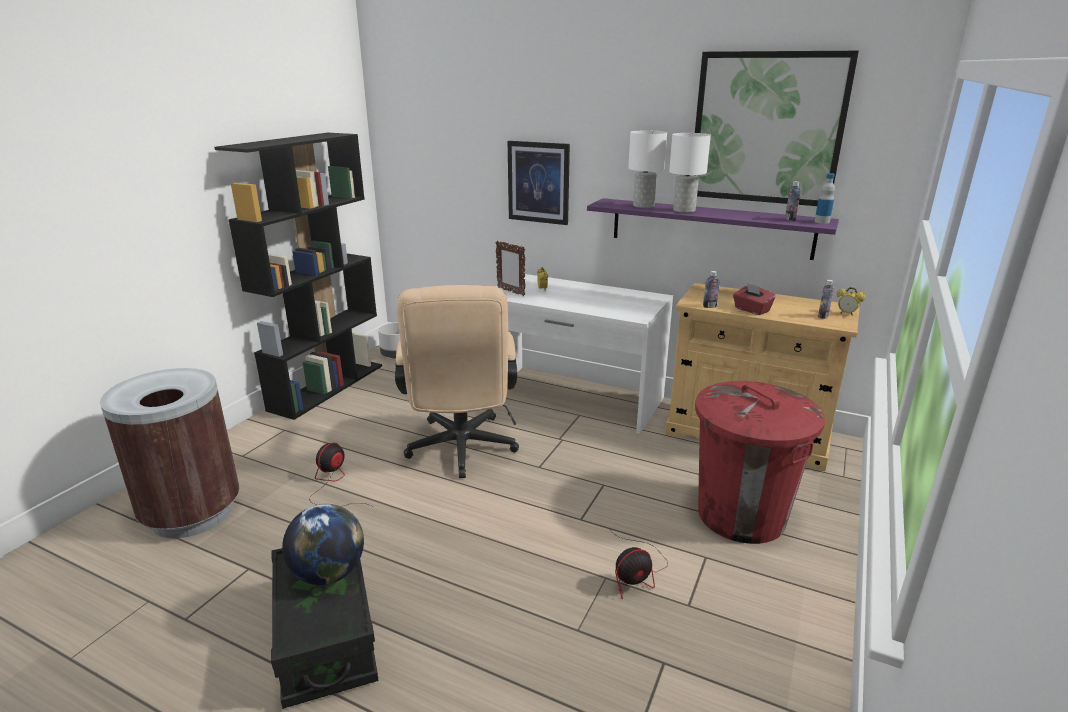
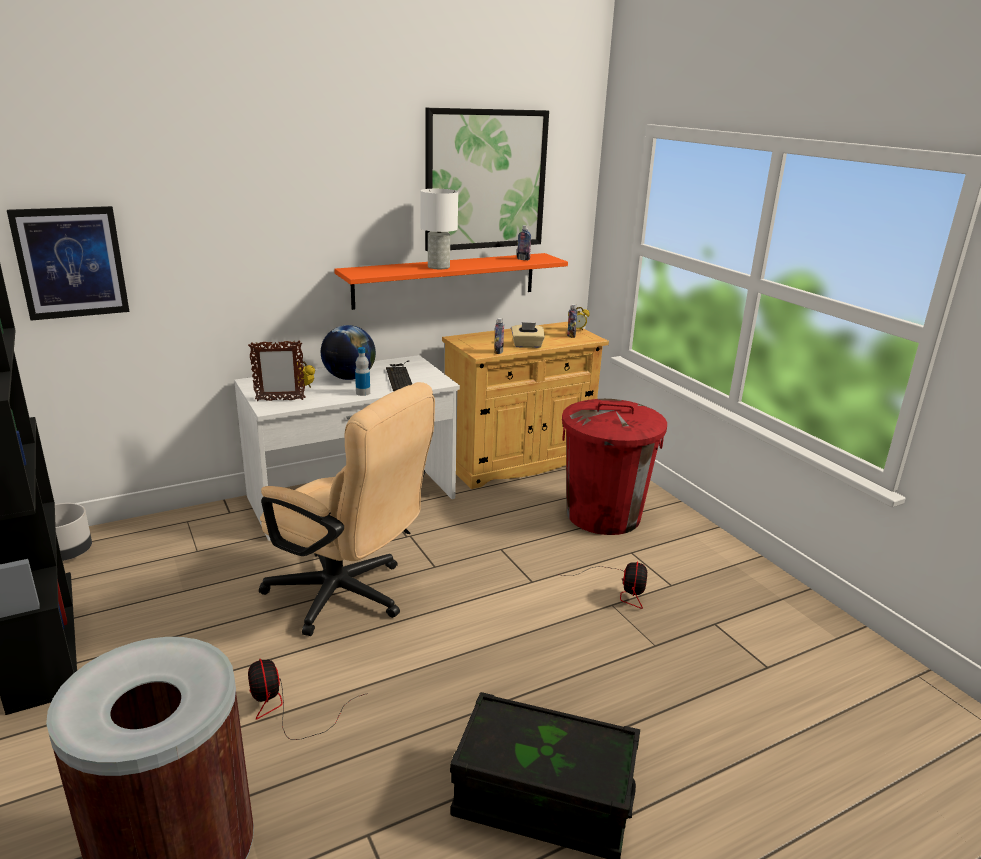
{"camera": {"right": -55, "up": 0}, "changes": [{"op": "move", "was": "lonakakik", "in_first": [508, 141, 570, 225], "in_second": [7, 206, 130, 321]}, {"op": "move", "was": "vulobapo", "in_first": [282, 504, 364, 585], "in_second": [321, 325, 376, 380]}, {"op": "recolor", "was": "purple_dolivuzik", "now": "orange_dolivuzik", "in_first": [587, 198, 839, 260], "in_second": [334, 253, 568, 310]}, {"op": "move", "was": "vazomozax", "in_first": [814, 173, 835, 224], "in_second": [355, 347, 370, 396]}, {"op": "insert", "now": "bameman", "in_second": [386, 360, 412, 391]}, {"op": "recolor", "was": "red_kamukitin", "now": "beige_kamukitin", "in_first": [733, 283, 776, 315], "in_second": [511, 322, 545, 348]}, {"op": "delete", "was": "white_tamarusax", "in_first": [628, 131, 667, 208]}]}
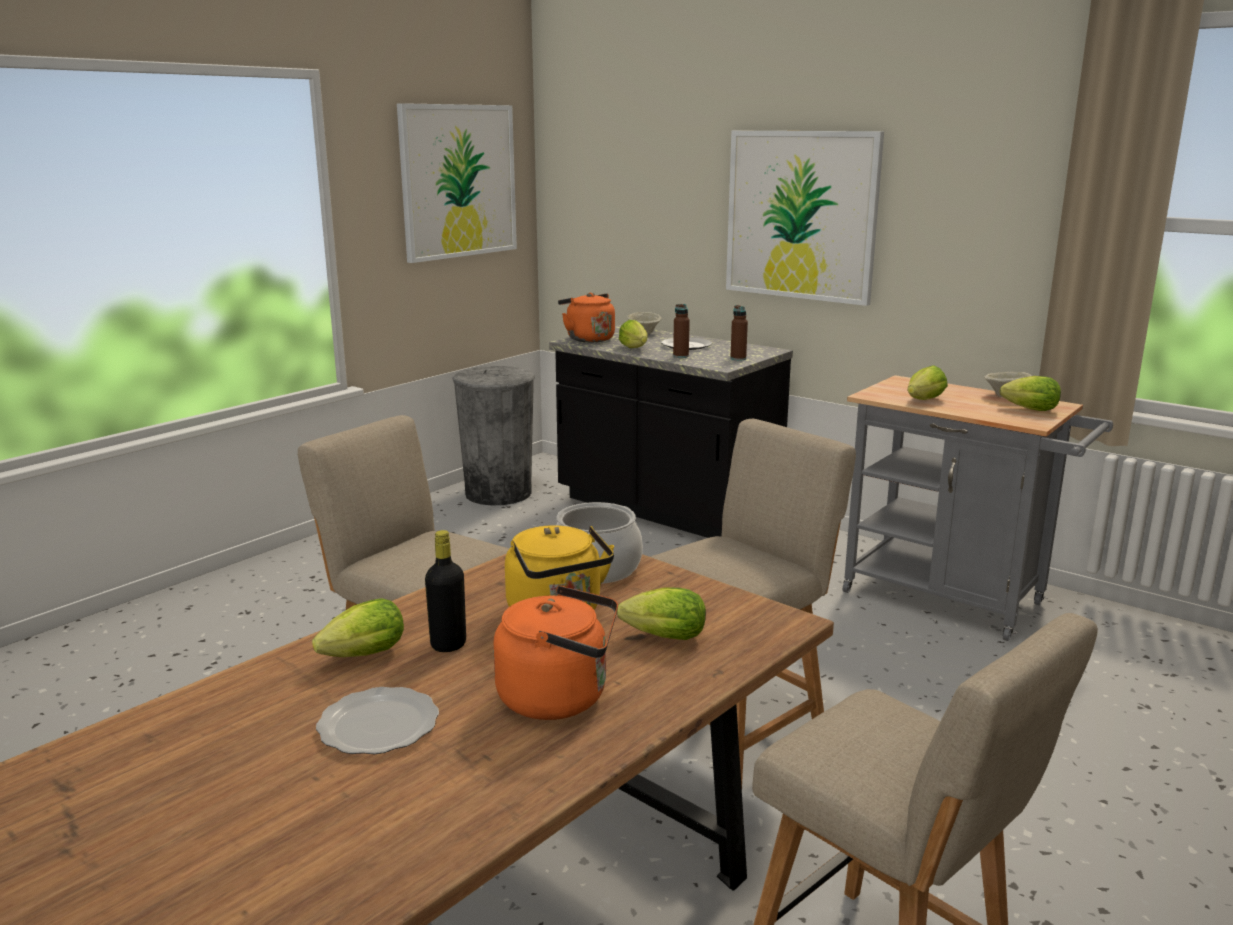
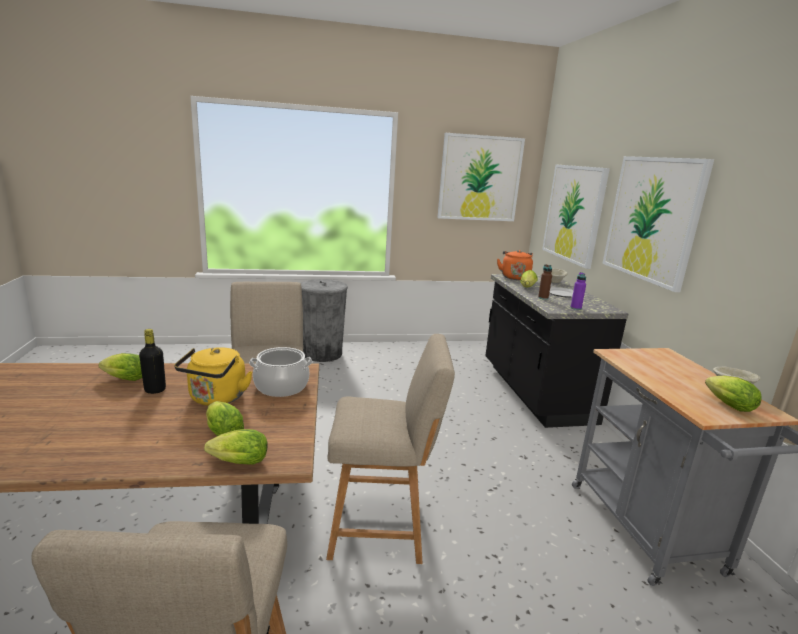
{"camera": {"right": 40, "up": 0}, "changes": [{"op": "move", "was": "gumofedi", "in_first": [907, 366, 948, 400], "in_second": [204, 429, 268, 465]}, {"op": "move", "was": "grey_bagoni", "in_first": [452, 366, 535, 505], "in_second": [301, 279, 348, 362]}, {"op": "insert", "now": "lonakakik", "in_second": [542, 165, 610, 269]}, {"op": "recolor", "was": "brown_vazomozax", "now": "purple_vazomozax", "in_first": [730, 305, 748, 361], "in_second": [570, 272, 586, 310]}, {"op": "delete", "was": "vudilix", "in_first": [316, 687, 439, 754]}, {"op": "delete", "was": "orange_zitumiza", "in_first": [493, 586, 618, 720]}]}
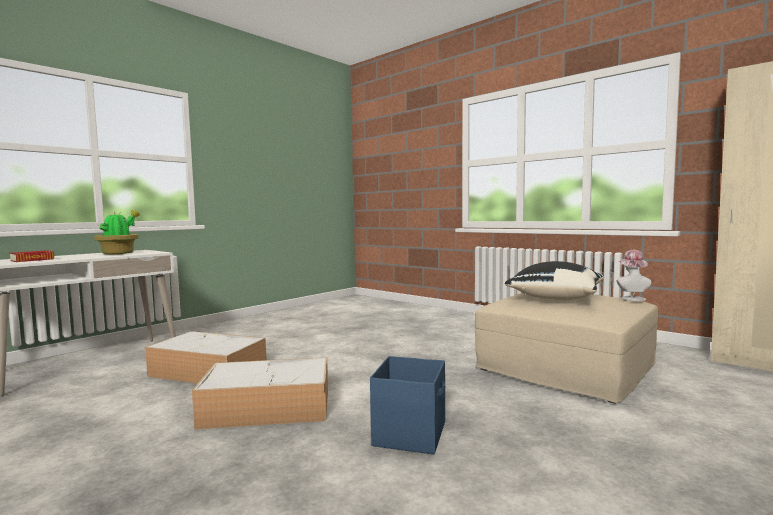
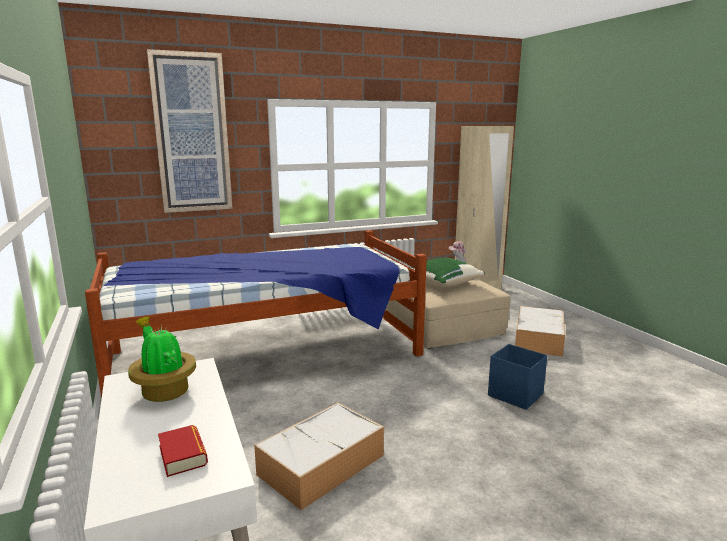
{"camera": {"right": -65, "up": 10}, "changes": [{"op": "insert", "now": "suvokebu", "in_second": [85, 230, 427, 399]}, {"op": "insert", "now": "lonakakik", "in_second": [147, 49, 233, 213]}, {"op": "recolor", "was": "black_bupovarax", "now": "green_bupovarax", "in_first": [505, 261, 604, 300], "in_second": [409, 258, 485, 287]}, {"op": "move", "was": "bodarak", "in_first": [192, 357, 328, 429], "in_second": [515, 306, 565, 356]}]}
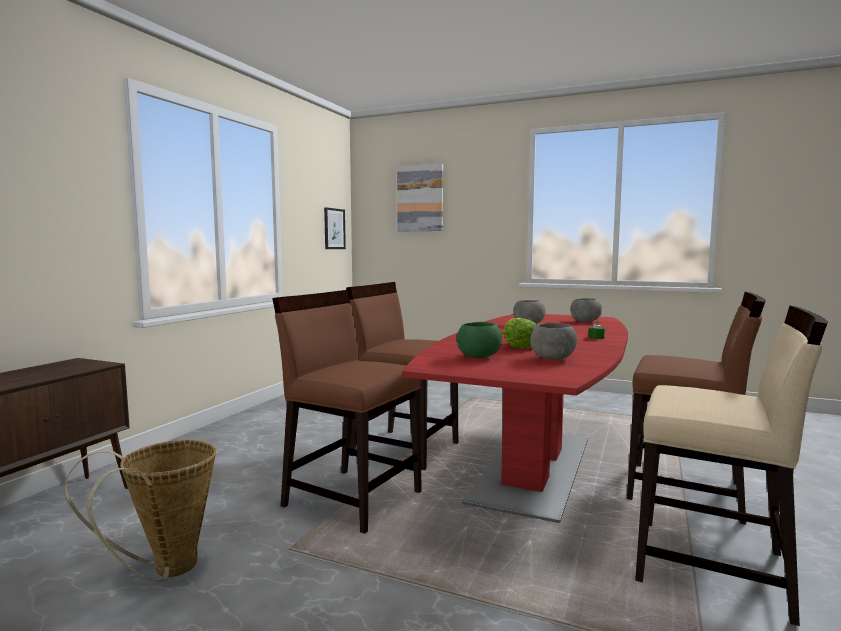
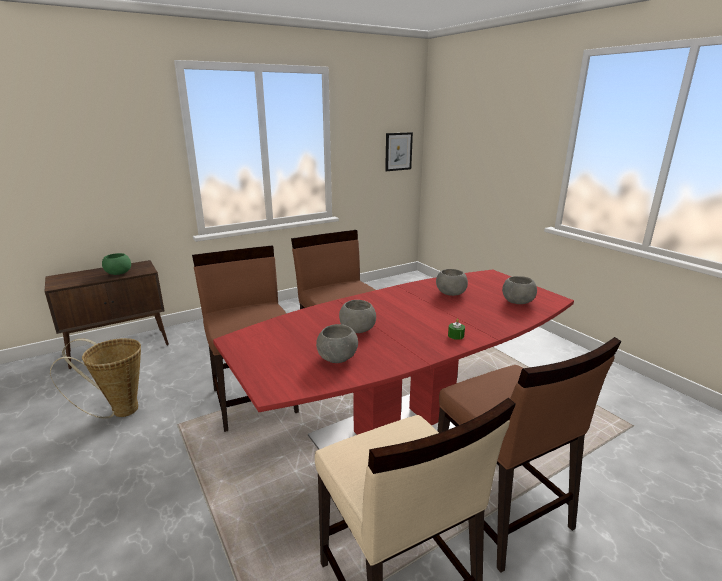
{"camera": {"right": 35, "up": 15}, "changes": [{"op": "move", "was": "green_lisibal", "in_first": [457, 322, 502, 358], "in_second": [102, 253, 131, 275]}, {"op": "replace", "was": "gumofedi", "now": "grey_lisibal", "in_first": [503, 318, 536, 348], "in_second": [339, 300, 376, 333]}, {"op": "delete", "was": "lonakakik", "in_first": [397, 164, 443, 232]}]}
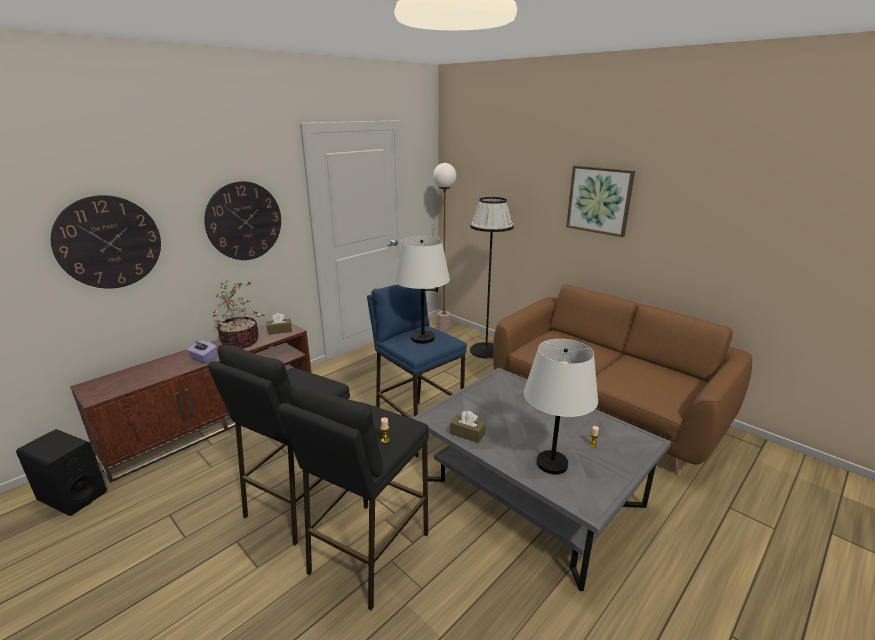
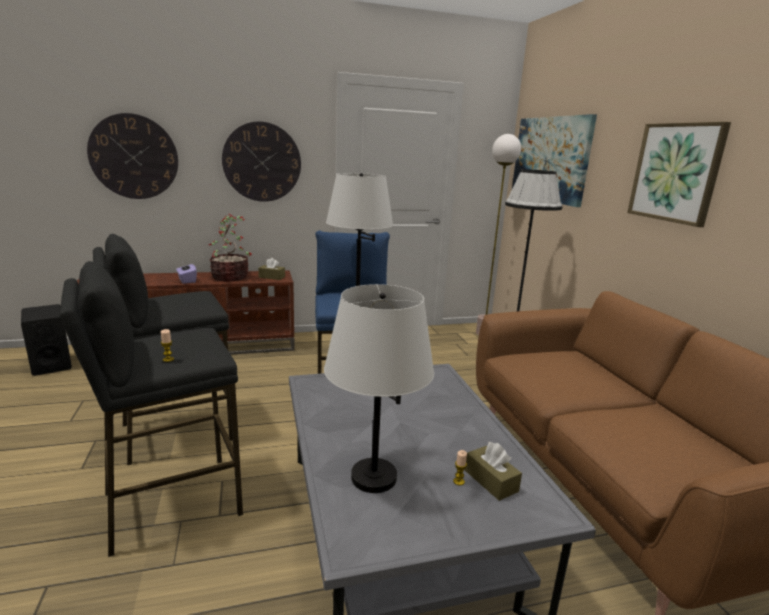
{"camera": {"right": 30, "up": -5}, "changes": [{"op": "move", "was": "brown_kamukitin", "in_first": [450, 411, 486, 443], "in_second": [465, 442, 522, 501]}, {"op": "insert", "now": "lonakakik", "in_second": [512, 114, 597, 207]}]}
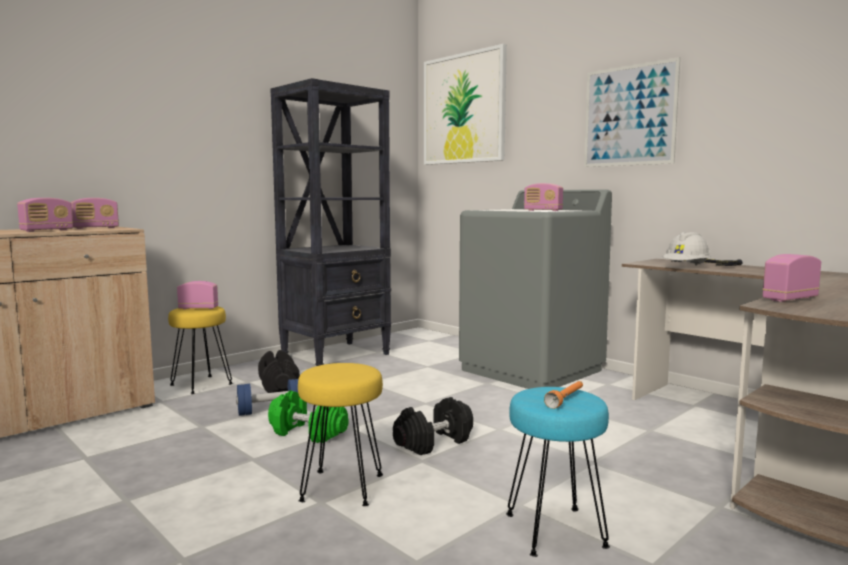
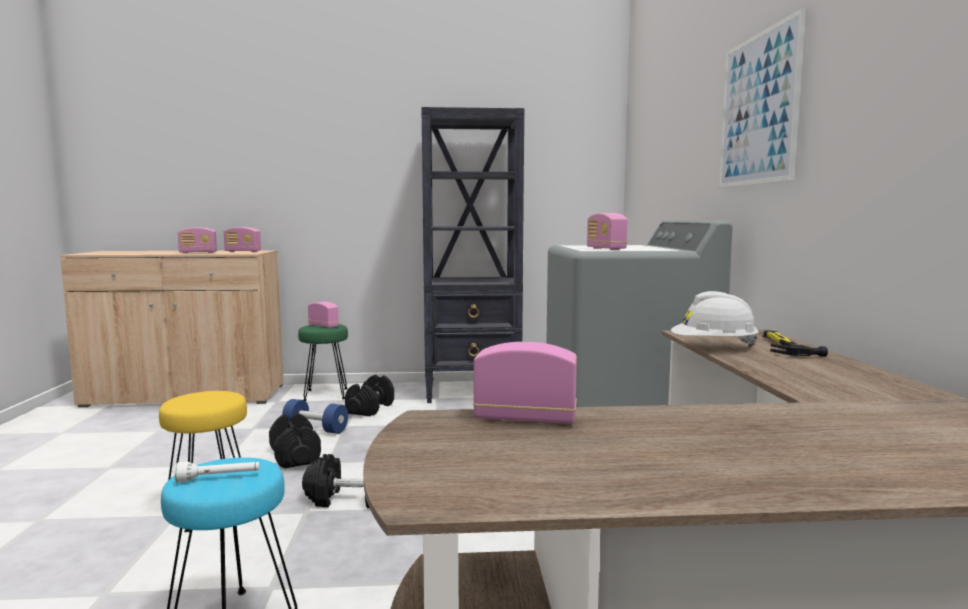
{"camera": {"right": 40, "up": 0}, "changes": [{"op": "recolor", "was": "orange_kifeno", "now": "white_kifeno", "in_first": [544, 381, 583, 409], "in_second": [174, 462, 260, 482]}, {"op": "recolor", "was": "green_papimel", "now": "black_papimel", "in_first": [268, 391, 349, 443], "in_second": [269, 413, 321, 469]}, {"op": "recolor", "was": "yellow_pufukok", "now": "green_pufukok", "in_first": [168, 306, 233, 394], "in_second": [298, 324, 348, 401]}, {"op": "delete", "was": "lonakakik", "in_first": [424, 44, 507, 165]}]}
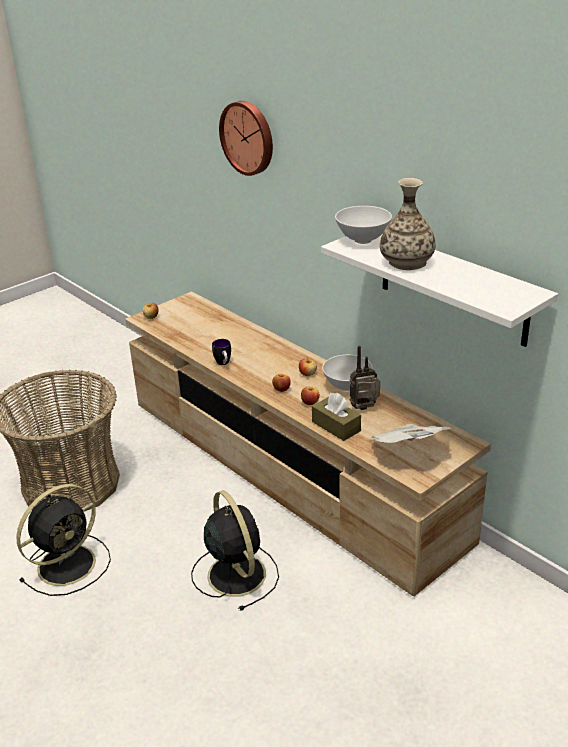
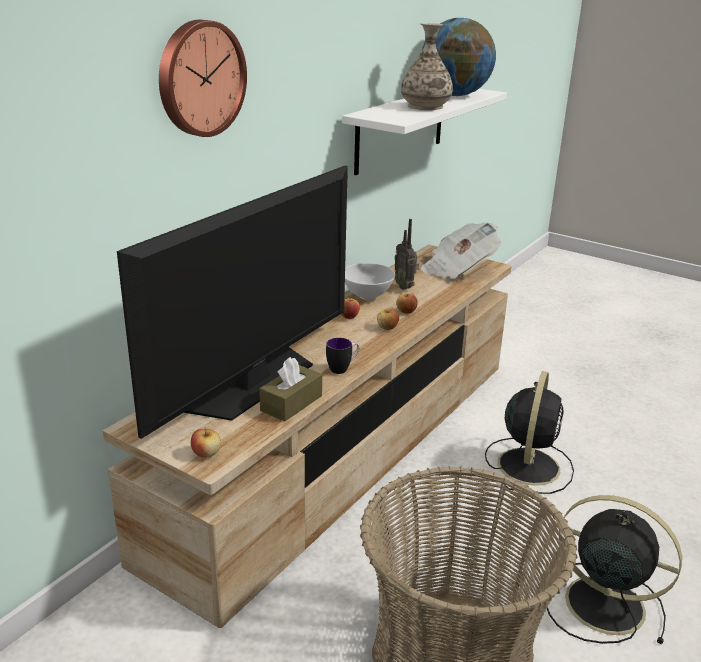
{"camera": {"right": -105, "up": -5}, "changes": [{"op": "insert", "now": "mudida", "in_second": [117, 166, 348, 439]}, {"op": "move", "was": "brown_kamukitin", "in_first": [312, 393, 361, 441], "in_second": [259, 357, 322, 422]}, {"op": "insert", "now": "vulobapo", "in_second": [422, 18, 496, 96]}, {"op": "rotate", "was": "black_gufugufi", "in_first": [191, 490, 279, 611], "in_second": [485, 371, 574, 494], "clockwise": 150}, {"op": "delete", "was": "white_lisibal", "in_first": [335, 206, 392, 244]}]}
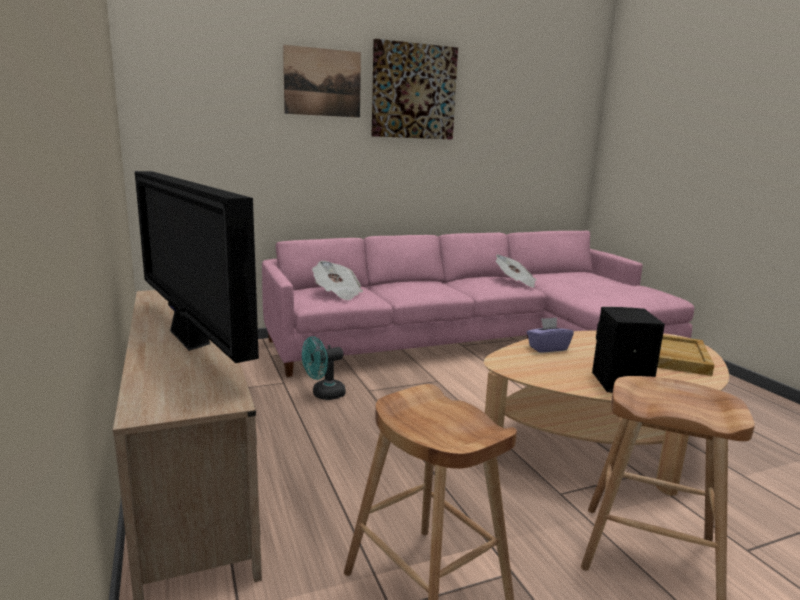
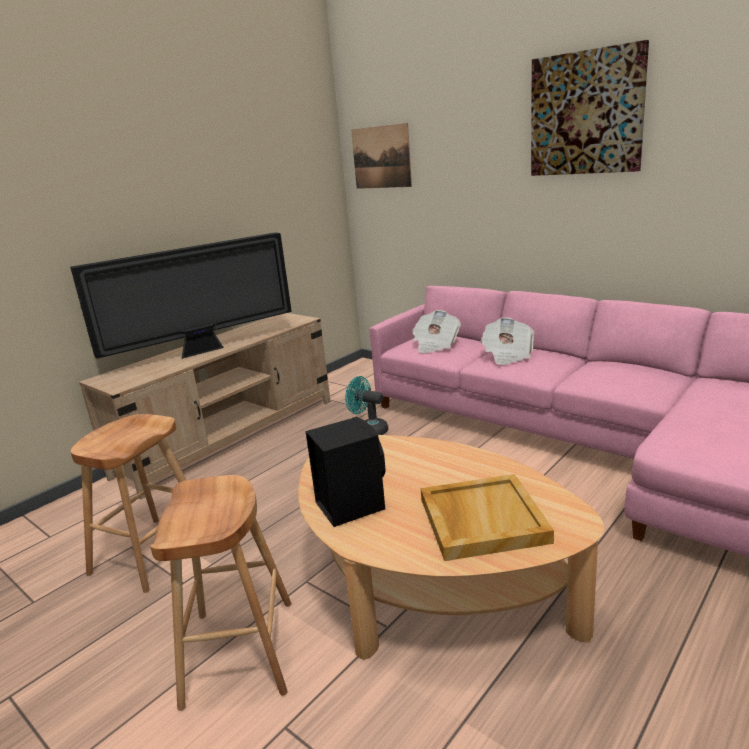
{"camera": {"right": 65, "up": 5}, "changes": [{"op": "rotate", "was": "mudida", "in_first": [135, 171, 259, 363], "in_second": [70, 232, 292, 359], "clockwise": -150}, {"op": "move", "was": "lonakakik", "in_first": [283, 45, 361, 118], "in_second": [351, 123, 412, 189]}, {"op": "move", "was": "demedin", "in_first": [496, 254, 536, 288], "in_second": [481, 317, 535, 365]}, {"op": "delete", "was": "purple_kamukitin", "in_first": [527, 317, 574, 353]}]}
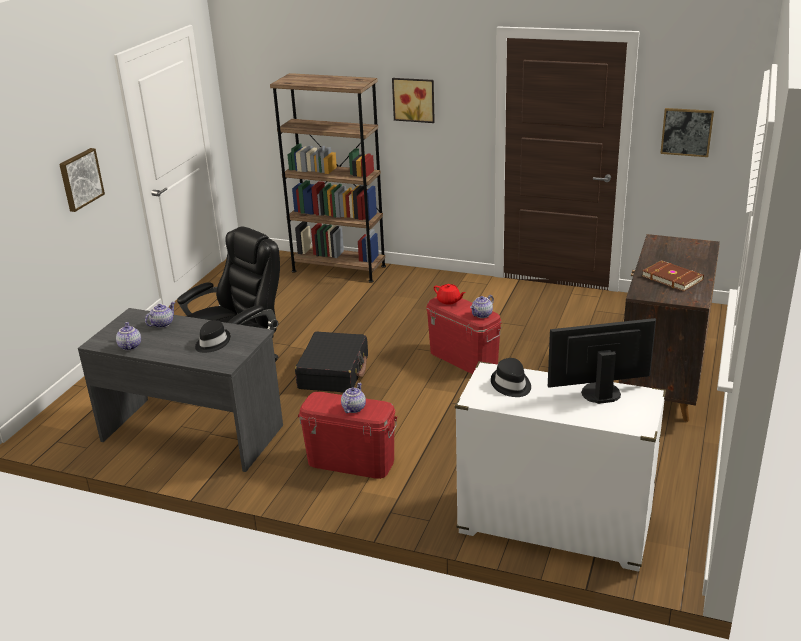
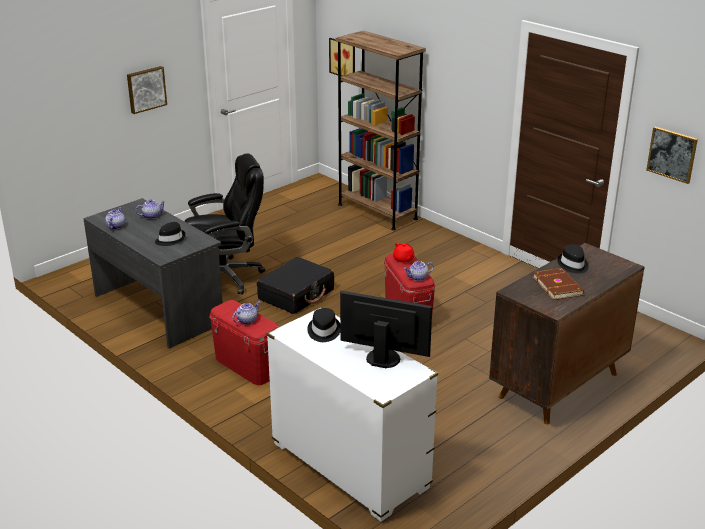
{"camera": {"right": 25, "up": 0}, "changes": [{"op": "move", "was": "lonakakik", "in_first": [392, 78, 435, 123], "in_second": [329, 38, 355, 76]}, {"op": "insert", "now": "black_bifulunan", "in_second": [558, 244, 589, 274]}]}
